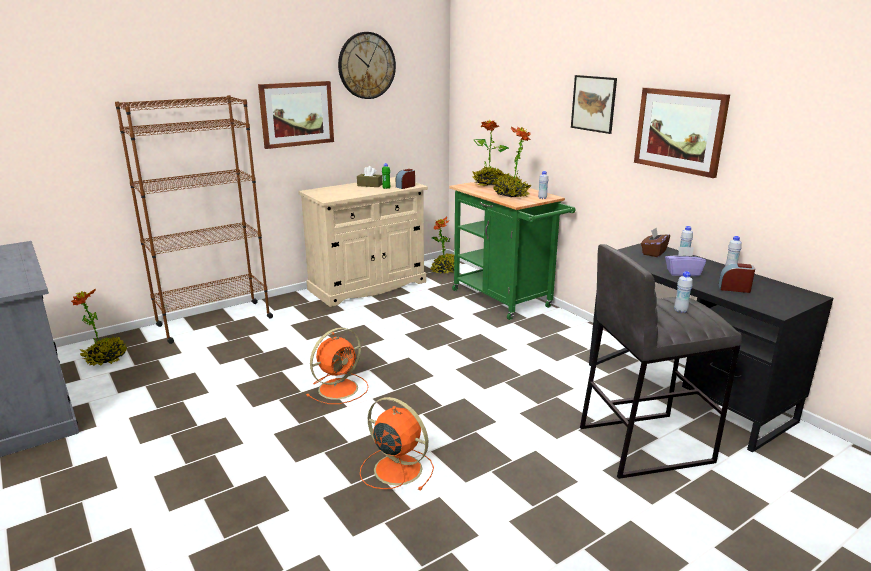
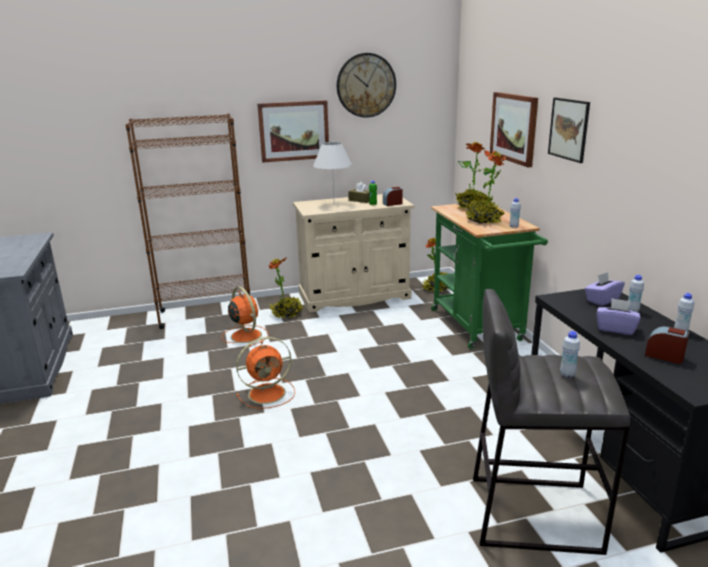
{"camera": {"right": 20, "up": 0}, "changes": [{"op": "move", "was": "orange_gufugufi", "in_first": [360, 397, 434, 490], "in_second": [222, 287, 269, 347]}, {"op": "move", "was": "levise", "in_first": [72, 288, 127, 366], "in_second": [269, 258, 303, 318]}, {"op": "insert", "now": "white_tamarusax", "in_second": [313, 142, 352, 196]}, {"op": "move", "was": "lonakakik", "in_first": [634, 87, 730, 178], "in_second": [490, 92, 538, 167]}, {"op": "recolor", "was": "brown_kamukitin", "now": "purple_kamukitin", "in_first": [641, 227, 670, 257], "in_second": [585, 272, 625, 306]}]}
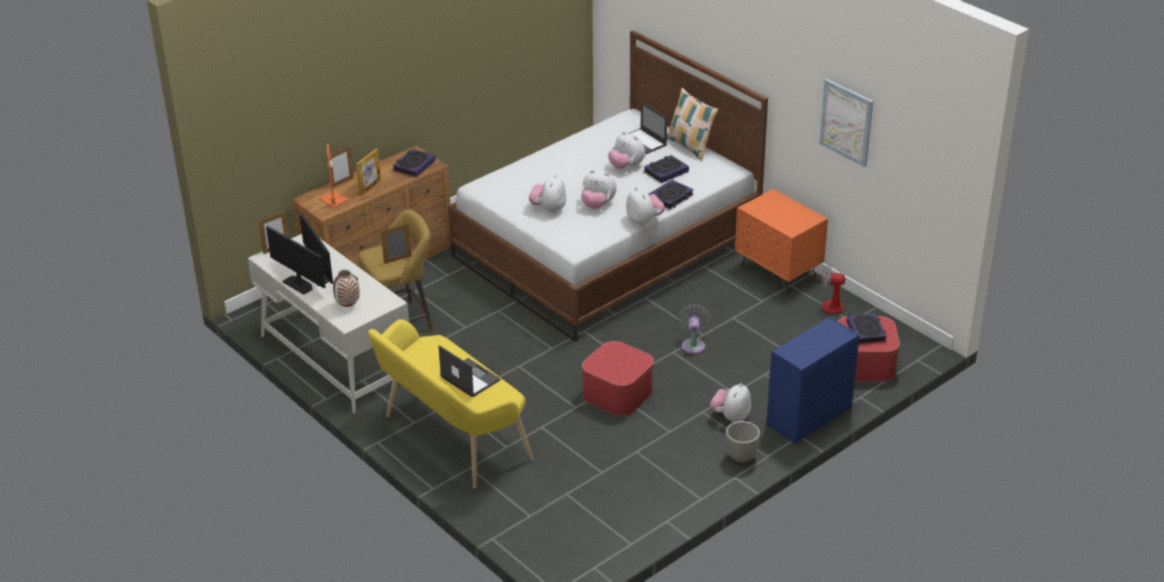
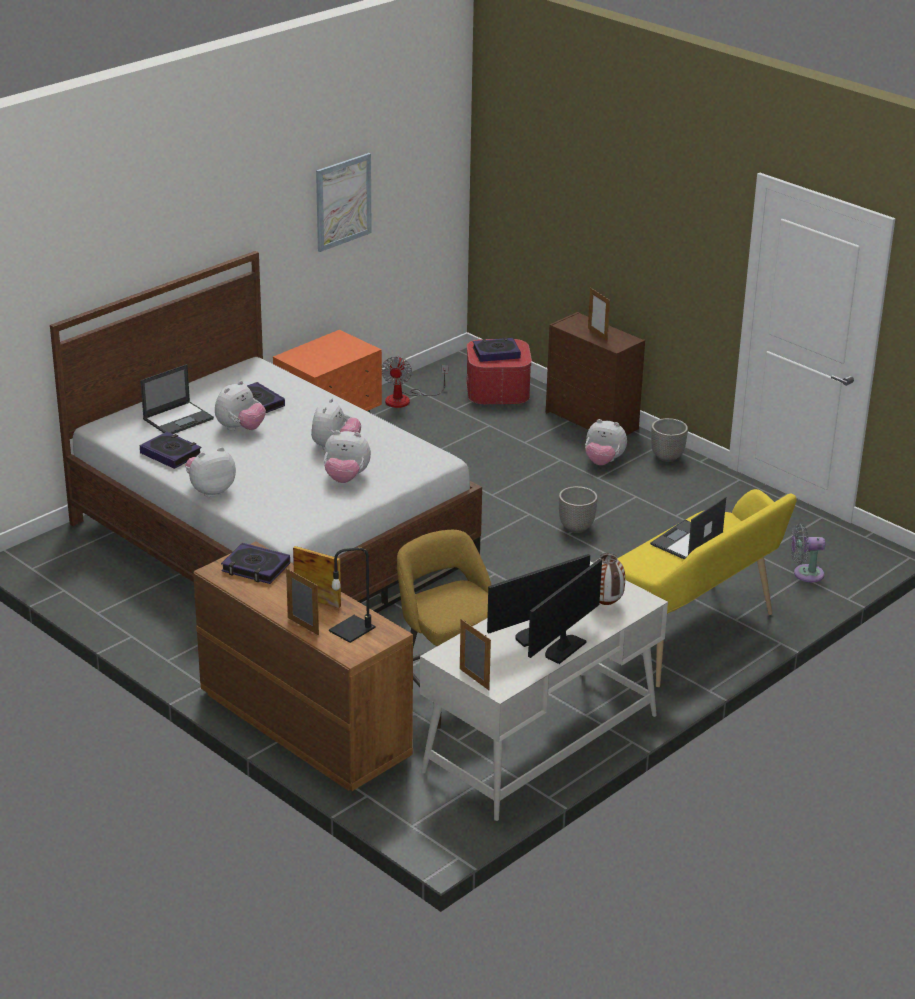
{"camera": {"right": -95, "up": -5}, "changes": [{"op": "move", "was": "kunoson", "in_first": [649, 180, 694, 209], "in_second": [140, 432, 202, 469]}, {"op": "move", "was": "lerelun", "in_first": [626, 187, 665, 226], "in_second": [185, 447, 236, 497]}, {"op": "recolor", "was": "orange_tamarusax", "now": "black_tamarusax", "in_first": [319, 144, 349, 208], "in_second": [329, 547, 375, 643]}, {"op": "recolor", "was": "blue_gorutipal", "now": "brown_gorutipal", "in_first": [766, 317, 860, 444], "in_second": [546, 312, 645, 436]}, {"op": "replace", "was": "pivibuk", "now": "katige", "in_first": [582, 341, 654, 416], "in_second": [559, 486, 598, 533]}, {"op": "move", "was": "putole", "in_first": [381, 223, 411, 264], "in_second": [588, 288, 610, 341]}, {"op": "move", "was": "grey_gufugufi", "in_first": [678, 304, 710, 354], "in_second": [791, 524, 825, 582]}, {"op": "delete", "was": "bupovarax", "in_first": [667, 88, 719, 161]}]}
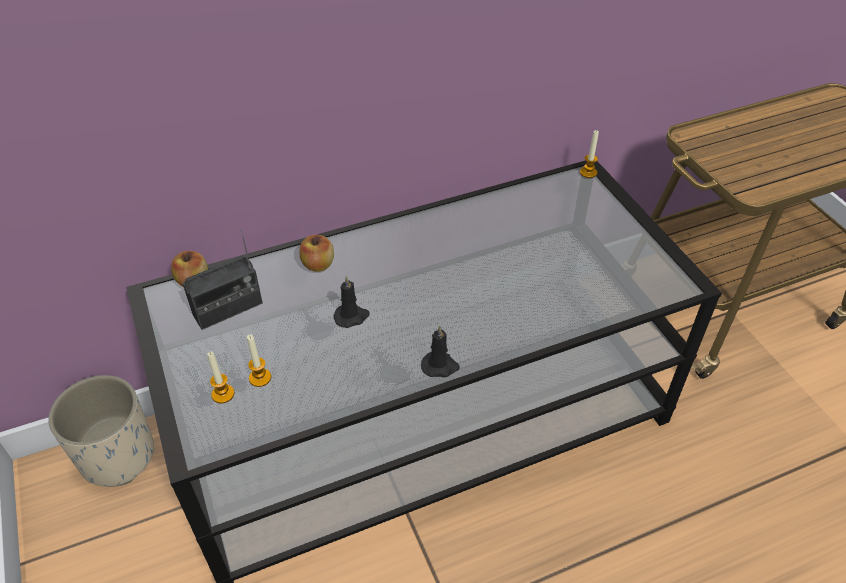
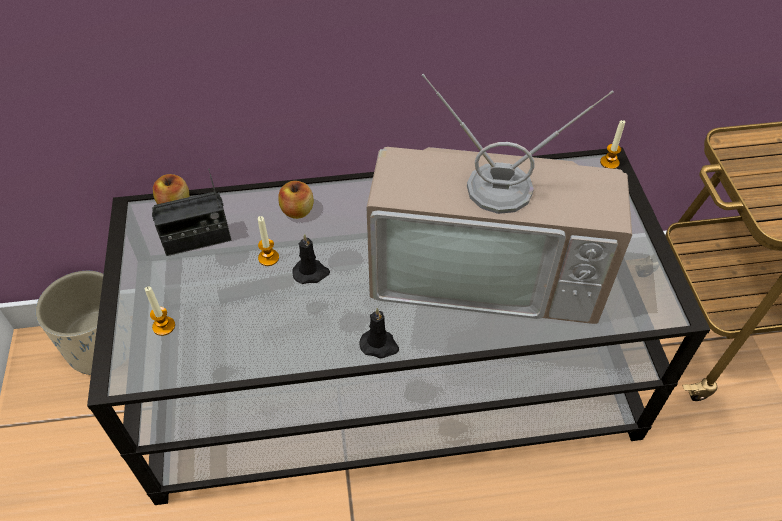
{"camera": {"right": 15, "up": 5}, "changes": [{"op": "move", "was": "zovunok", "in_first": [247, 335, 271, 387], "in_second": [258, 216, 279, 266]}, {"op": "insert", "now": "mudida", "in_second": [366, 74, 632, 324]}]}
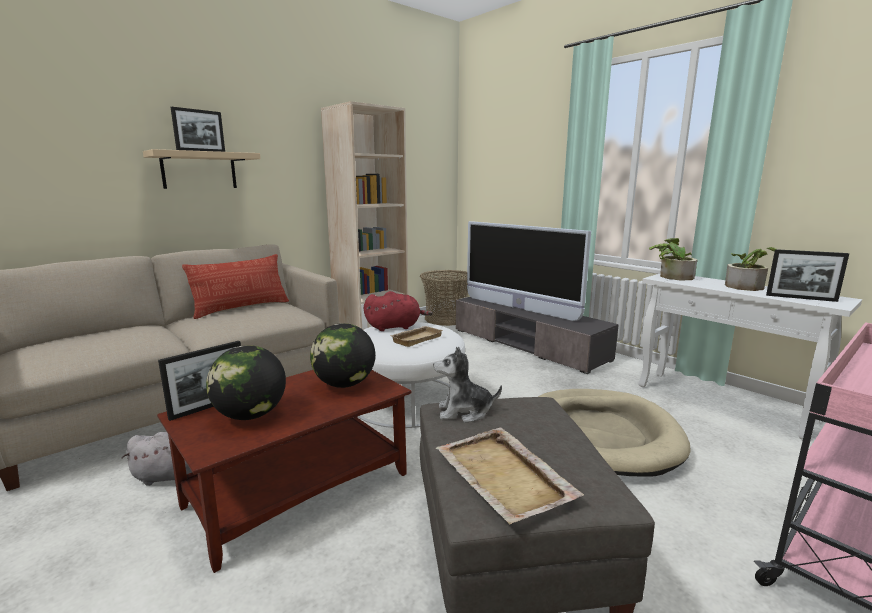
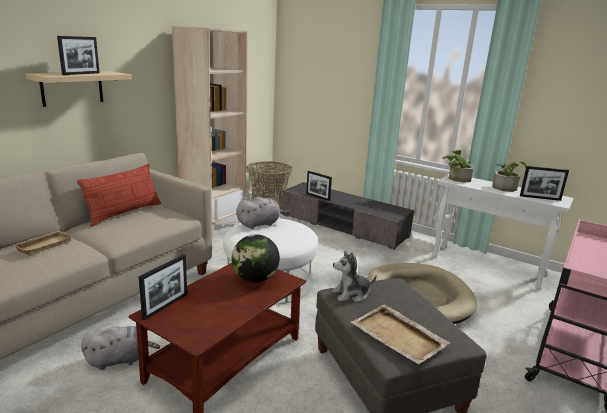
{"camera": {"right": -15, "up": 5}, "changes": [{"op": "move", "was": "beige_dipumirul", "in_first": [391, 326, 443, 347], "in_second": [13, 231, 73, 256]}, {"op": "recolor", "was": "red_lerelun", "now": "grey_lerelun", "in_first": [364, 291, 433, 331], "in_second": [236, 197, 290, 229]}, {"op": "insert", "now": "putole", "in_second": [306, 171, 332, 201]}, {"op": "delete", "was": "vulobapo", "in_first": [206, 345, 286, 420]}, {"op": "delete", "was": "mudida", "in_first": [467, 221, 591, 321]}]}
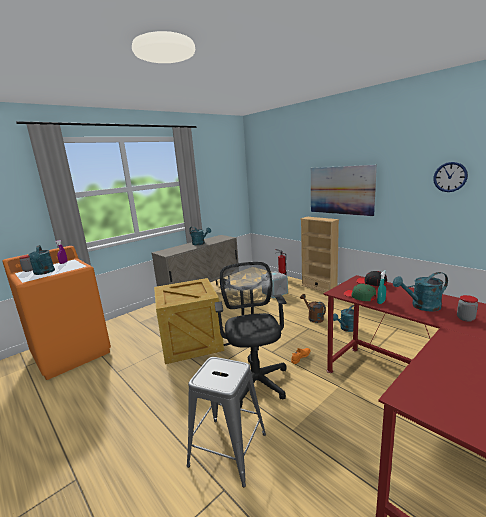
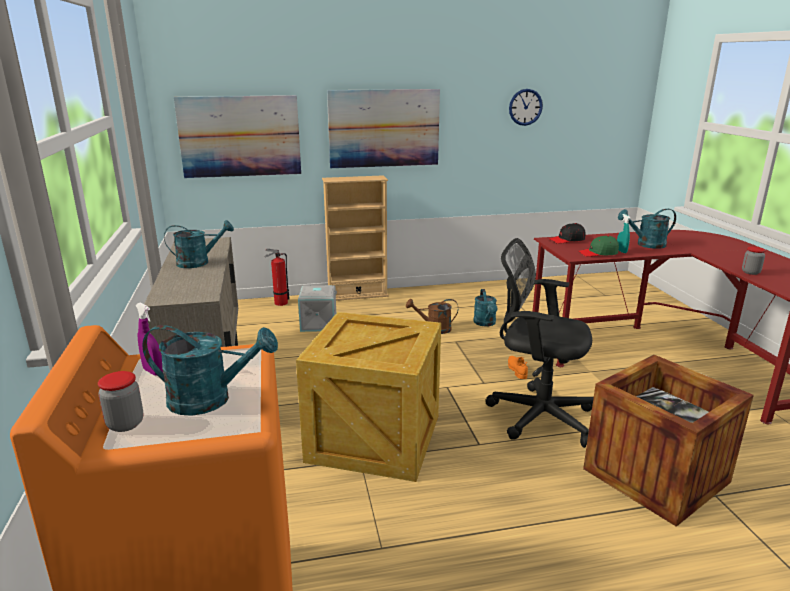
{"camera": {"right": -60, "up": 5}, "changes": [{"op": "insert", "now": "lonakakik", "in_second": [174, 95, 301, 178]}, {"op": "replace", "was": "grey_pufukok", "now": "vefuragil", "in_first": [187, 357, 266, 487], "in_second": [583, 355, 754, 527]}, {"op": "rotate", "was": "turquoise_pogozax", "in_first": [393, 272, 448, 312], "in_second": [618, 209, 676, 249], "clockwise": 60}, {"op": "move", "was": "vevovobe", "in_first": [457, 295, 478, 322], "in_second": [742, 247, 766, 275]}]}
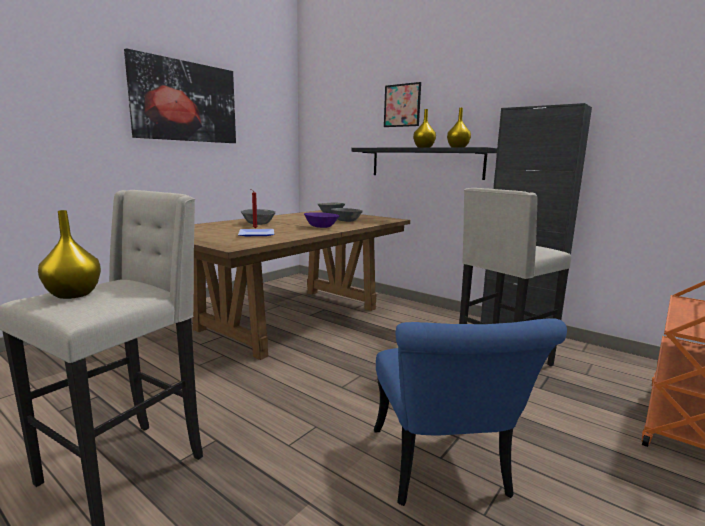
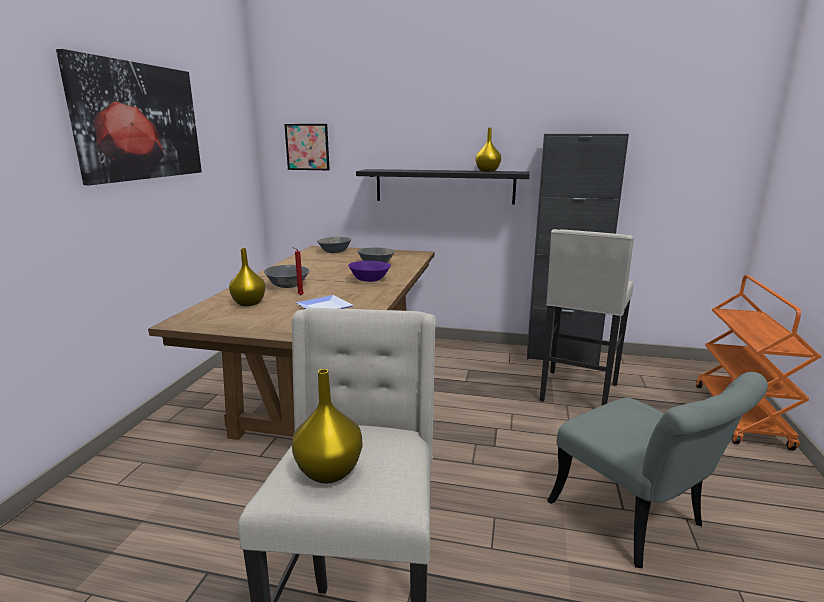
{"camera": {"right": -25, "up": 5}, "changes": [{"op": "move", "was": "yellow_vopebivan", "in_first": [413, 109, 436, 148], "in_second": [229, 248, 266, 306]}, {"op": "move", "was": "lonakakik", "in_first": [384, 82, 421, 127], "in_second": [284, 124, 330, 170]}, {"op": "recolor", "was": "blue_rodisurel", "now": "grey_rodisurel", "in_first": [374, 318, 567, 506], "in_second": [547, 372, 768, 568]}]}
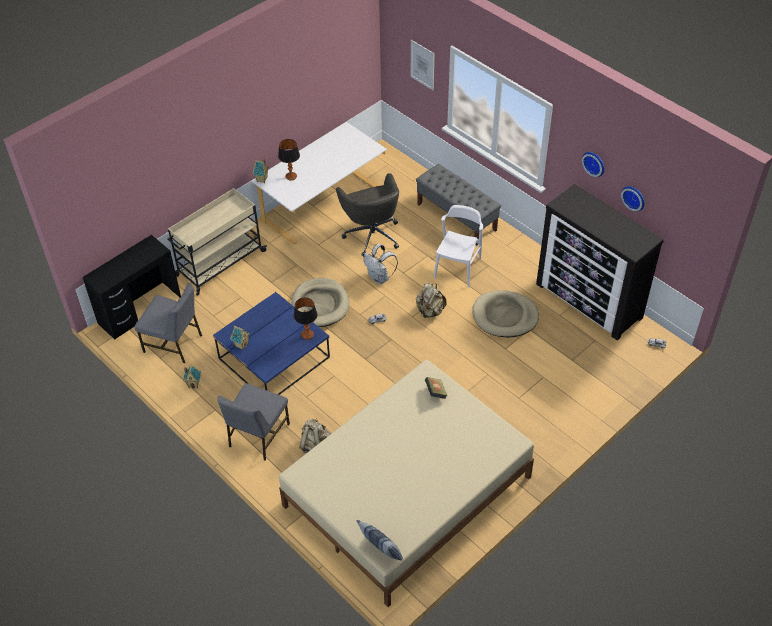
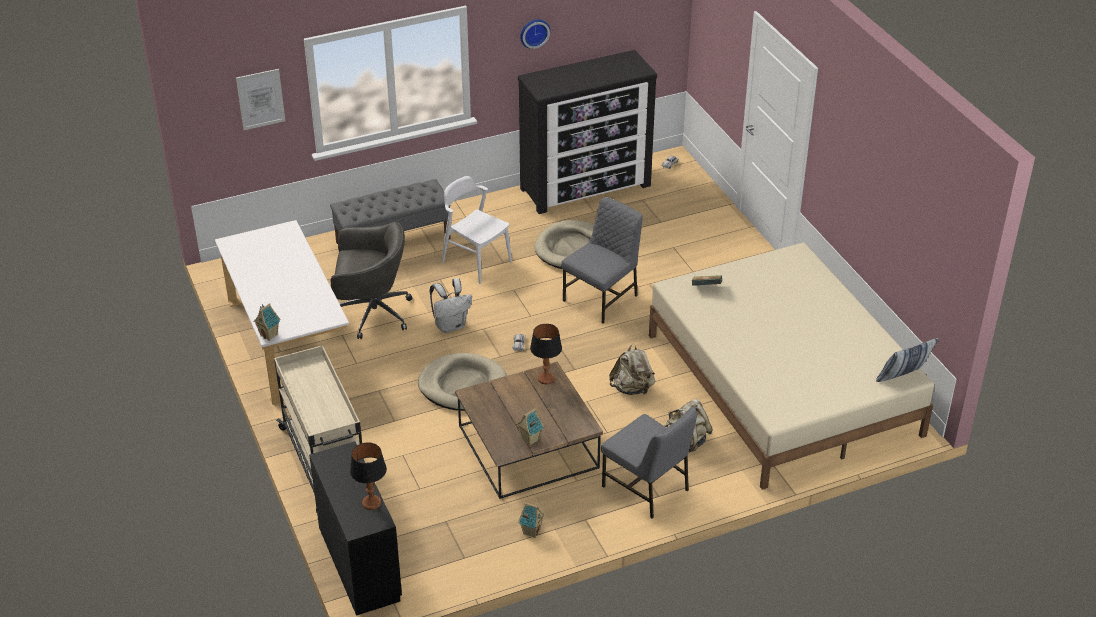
{"camera": {"right": -70, "up": -10}, "changes": [{"op": "move", "was": "tamarusax", "in_first": [278, 139, 300, 181], "in_second": [350, 442, 387, 510]}, {"op": "recolor", "was": "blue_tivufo", "now": "brown_tivufo", "in_first": [213, 292, 330, 395], "in_second": [455, 362, 603, 499]}, {"op": "move", "was": "grey_rodisurel", "in_first": [135, 283, 202, 363], "in_second": [561, 197, 642, 324]}, {"op": "move", "was": "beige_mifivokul", "in_first": [416, 283, 447, 318], "in_second": [609, 344, 655, 395]}, {"op": "delete", "was": "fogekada", "in_first": [621, 186, 645, 211]}]}
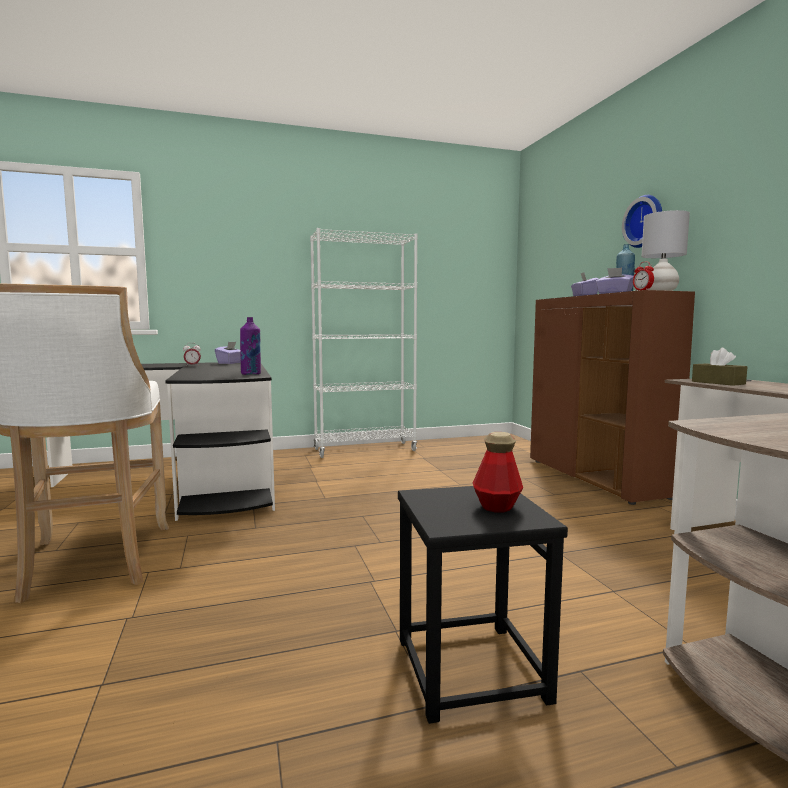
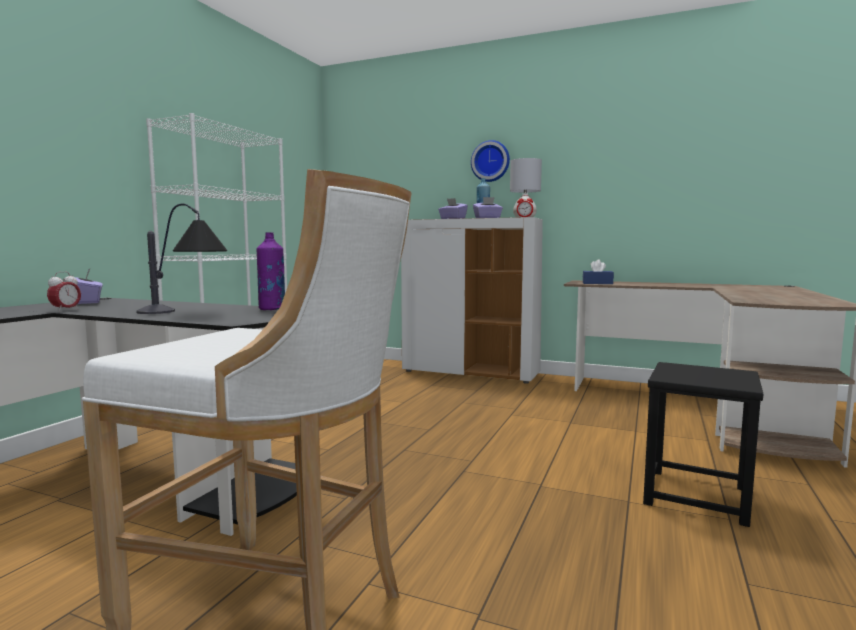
{"camera": {"right": -50, "up": 0}, "changes": [{"op": "insert", "now": "tamarusax", "in_second": [136, 204, 227, 314]}, {"op": "recolor", "was": "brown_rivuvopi", "now": "white_rivuvopi", "in_first": [530, 290, 695, 505], "in_second": [401, 217, 543, 384]}, {"op": "recolor", "was": "brown_kamukitin", "now": "blue_kamukitin", "in_first": [692, 348, 748, 386], "in_second": [583, 259, 614, 284]}, {"op": "delete", "was": "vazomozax", "in_first": [473, 432, 523, 512]}]}
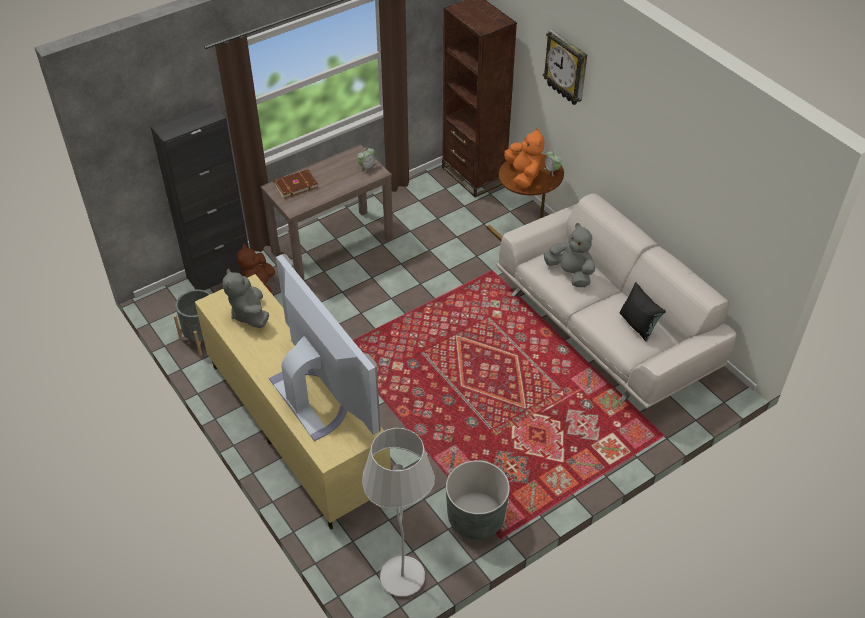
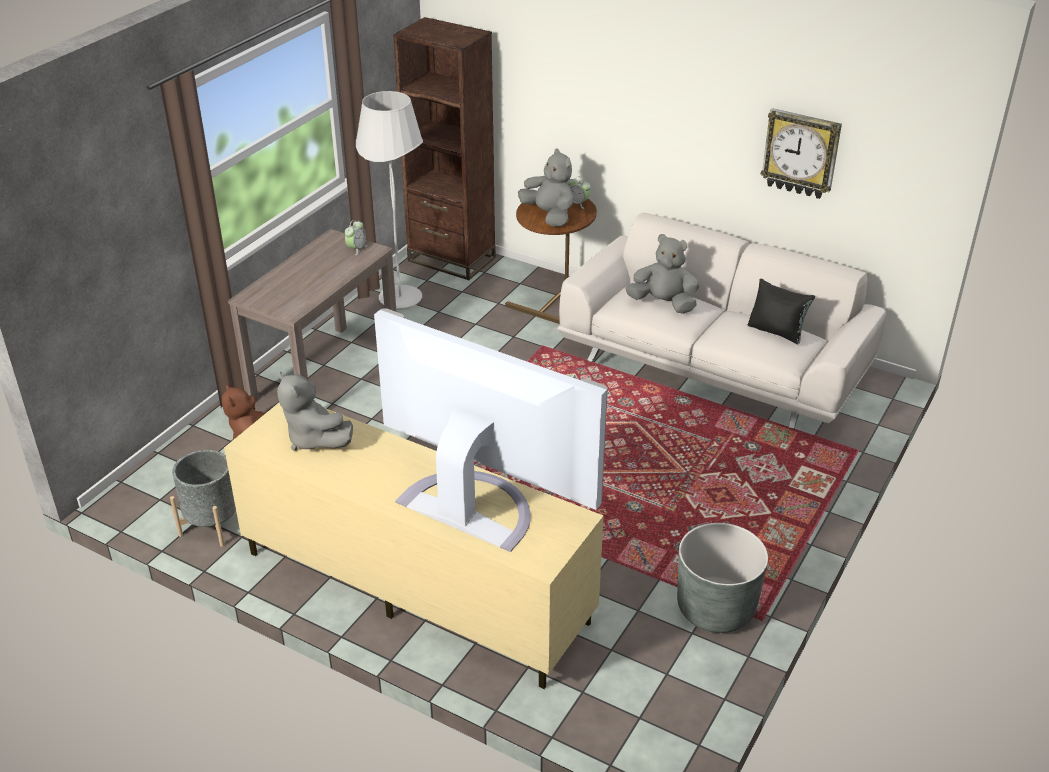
{"camera": {"right": -25, "up": -10}, "changes": [{"op": "move", "was": "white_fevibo", "in_first": [362, 428, 435, 597], "in_second": [356, 91, 423, 310]}, {"op": "recolor", "was": "orange_lerelun", "now": "grey_lerelun", "in_first": [504, 128, 544, 189], "in_second": [518, 148, 573, 227]}, {"op": "move", "was": "fogekada", "in_first": [543, 30, 587, 105], "in_second": [761, 108, 842, 199]}, {"op": "delete", "was": "black_rivuvopi", "in_first": [150, 103, 249, 290]}, {"op": "delete", "was": "brown_kunoson", "in_first": [273, 169, 318, 199]}]}
